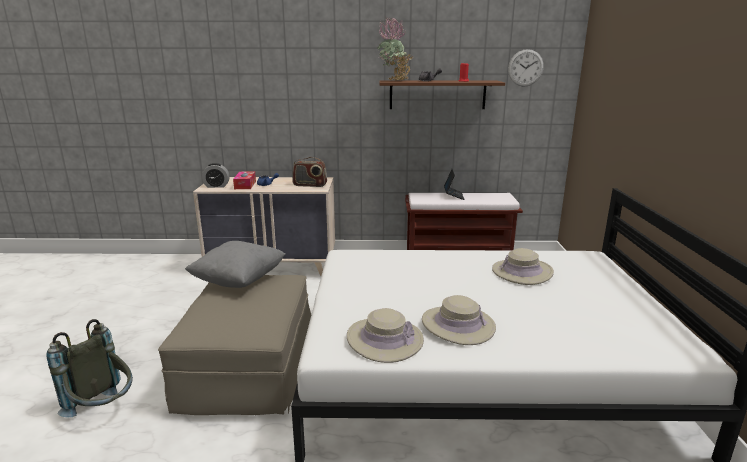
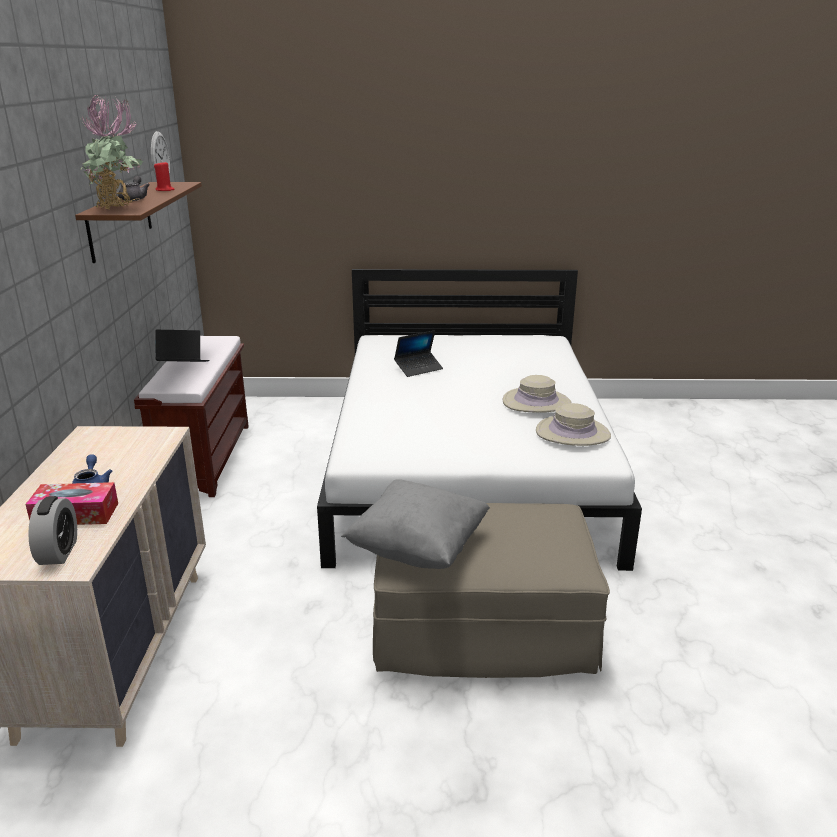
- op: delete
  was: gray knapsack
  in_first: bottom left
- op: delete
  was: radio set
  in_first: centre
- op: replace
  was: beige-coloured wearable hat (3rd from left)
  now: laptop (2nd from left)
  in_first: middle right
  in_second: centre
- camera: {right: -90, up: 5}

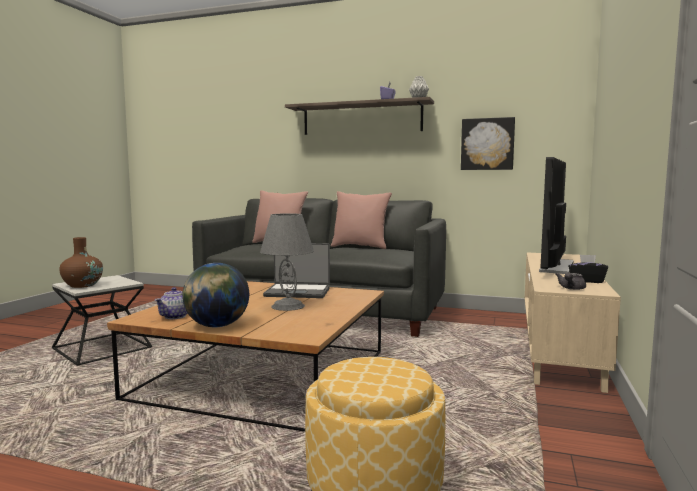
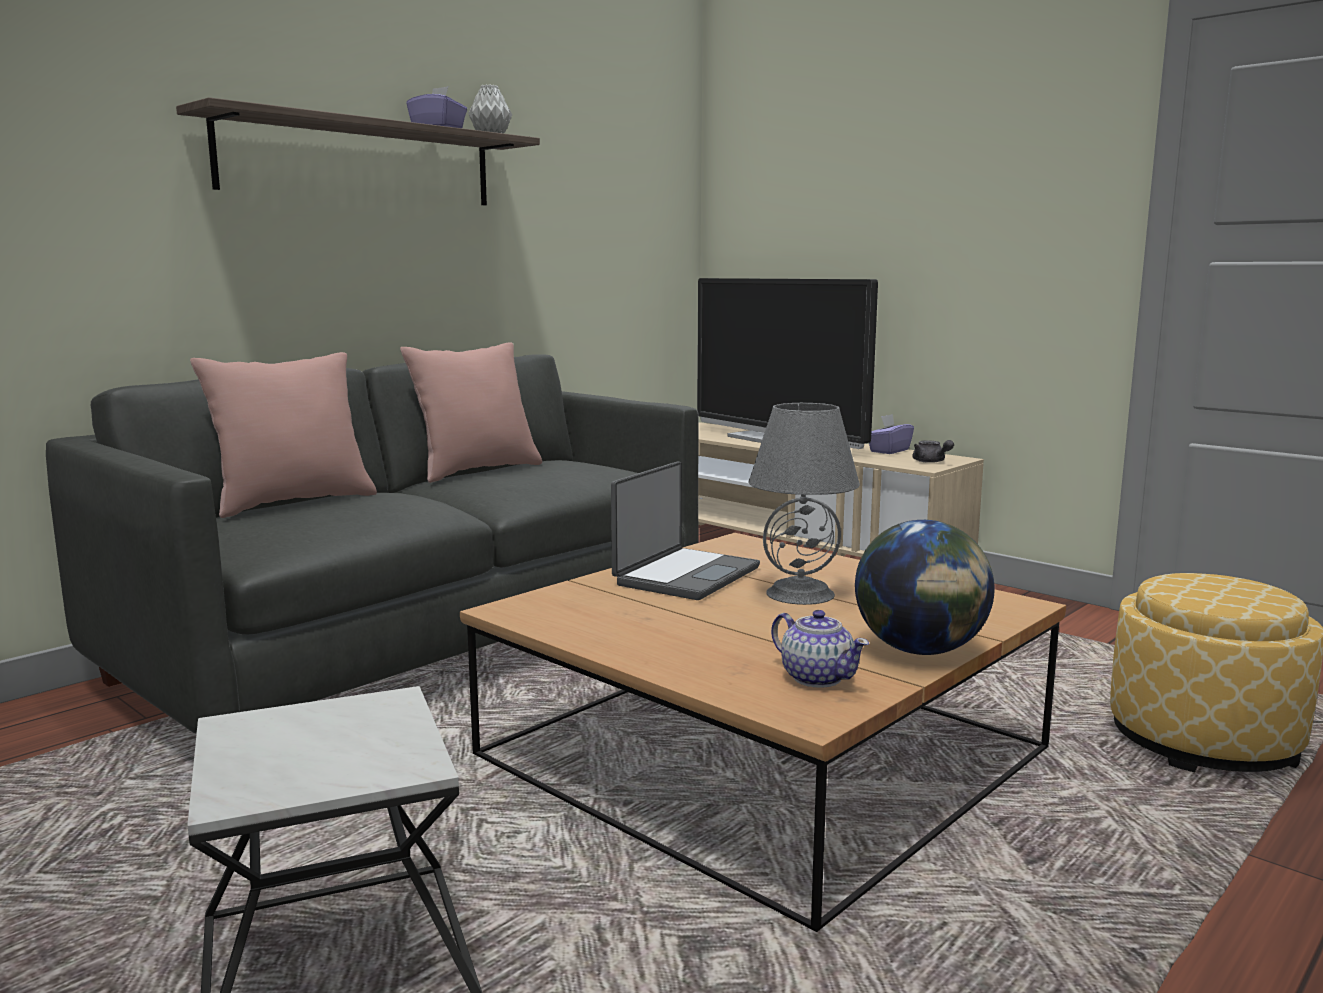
- op: delete
  was: brown-coloured flower vase
  in_first: middle left
- op: delete
  was: wall picture
  in_first: top right
- op: recolor
  was: black-coloured box of tissues
  now: purple-coloured box of tissues (2nd from left)
  in_first: middle right
  in_second: middle right
- camera: {right: -65, up: 5}

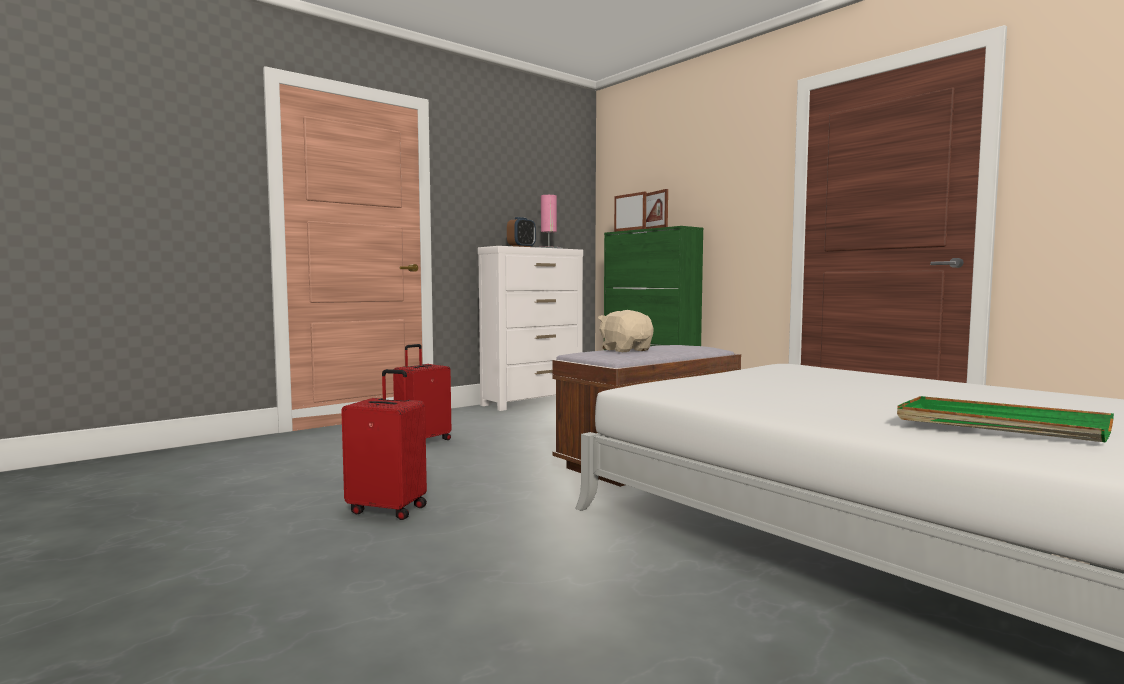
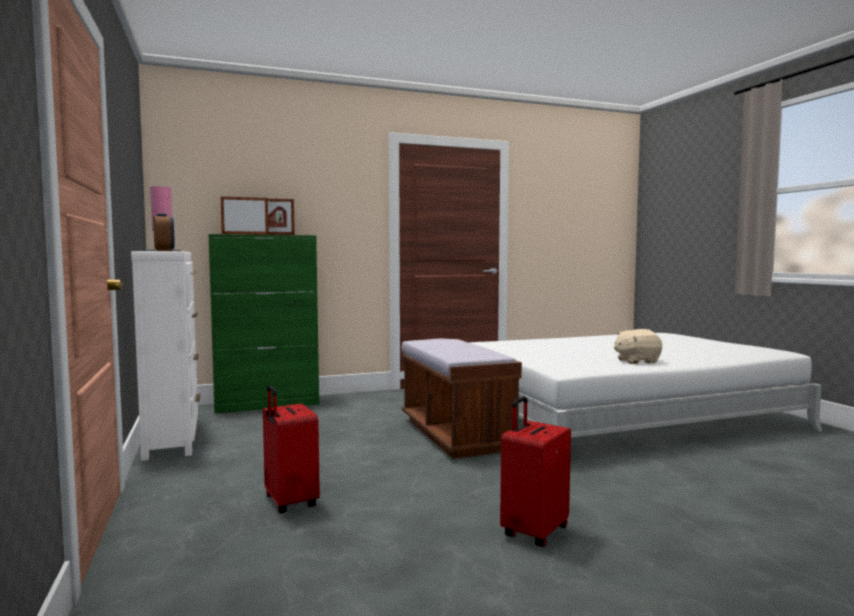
- op: delete
  was: green serving tray
  in_first: middle right
- op: move
  was: beige-coloured plush toy
  in_first: centre
  in_second: middle right
- camera: {right: -70, up: 0}

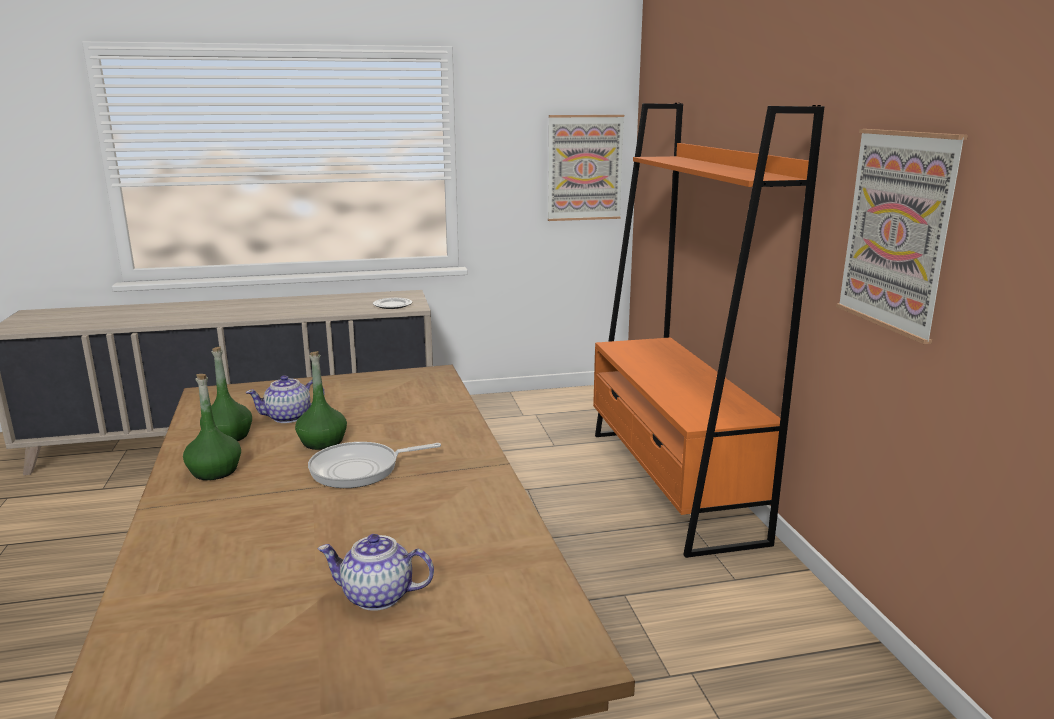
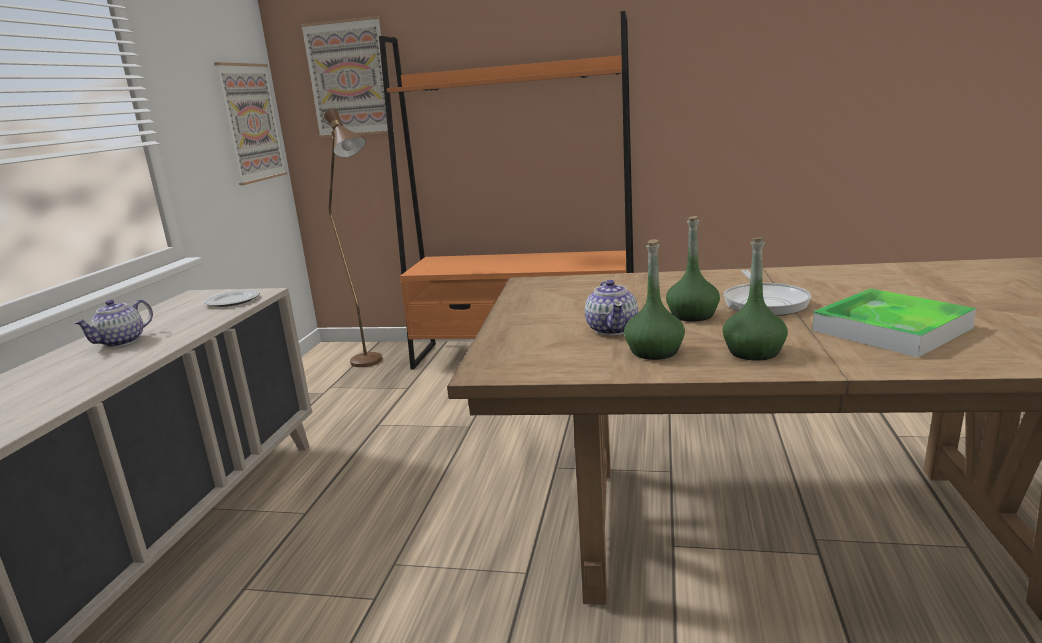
- op: insert
  now: brown-coloured standing lamp
  in_second: centre
- op: insert
  now: serving tray
  in_second: middle right
- op: move
  was: tea pot (2nd from left in the first image)
  now: tea pot (1st from left)
  in_first: bottom centre
  in_second: middle left
- op: move
  was: wall picture (2nd from left)
  in_first: top right
  in_second: top left
- camera: {right: -65, up: 0}

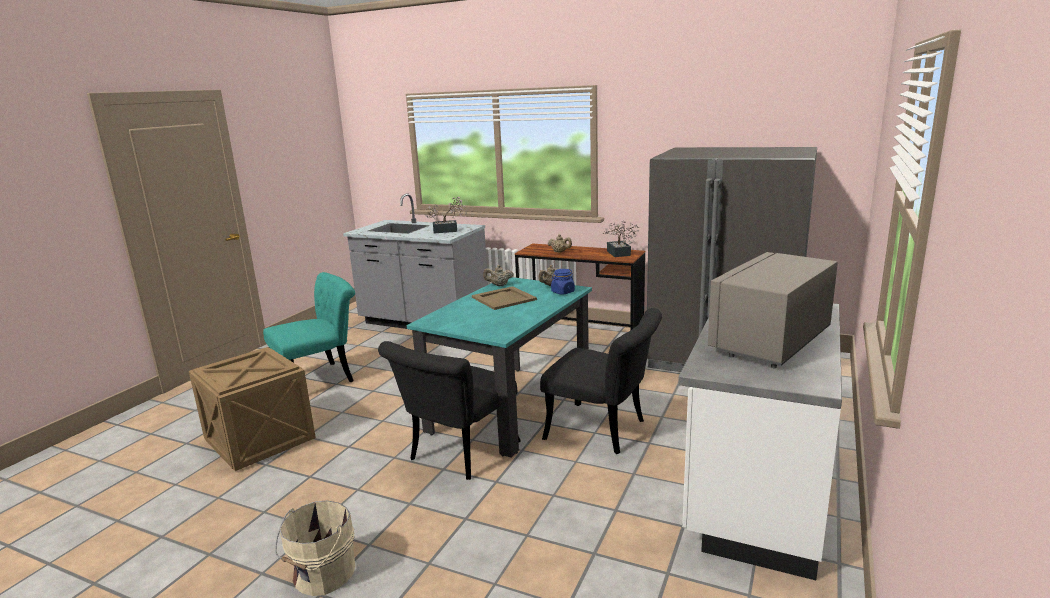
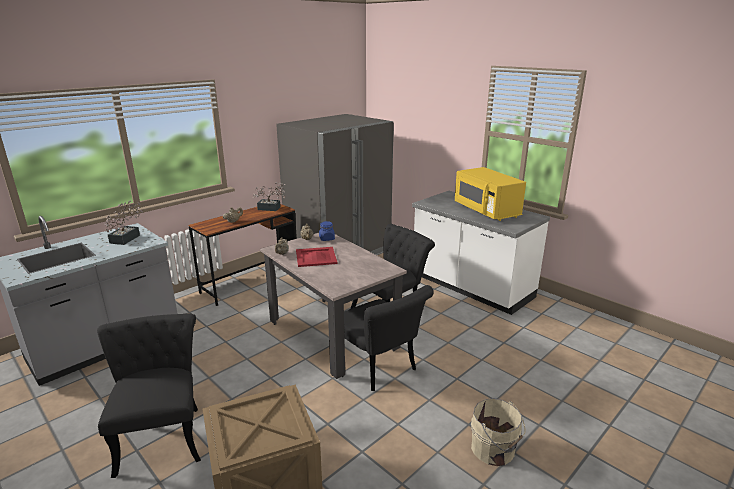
- op: recolor
  was: blue-green chair
  now: black-coloured chair (1st from left)
  in_first: middle left
  in_second: bottom left
- op: recolor
  was: blue-green dining table
  now: beige-coloured dining table
  in_first: centre
  in_second: centre
- op: recolor
  was: beige-coloured serving tray
  now: reddish serving tray
  in_first: centre
  in_second: centre
- op: recolor
  was: gray microwave oven
  now: yellow-coloured microwave oven
  in_first: middle right
  in_second: middle right
- camera: {right: -70, up: 5}

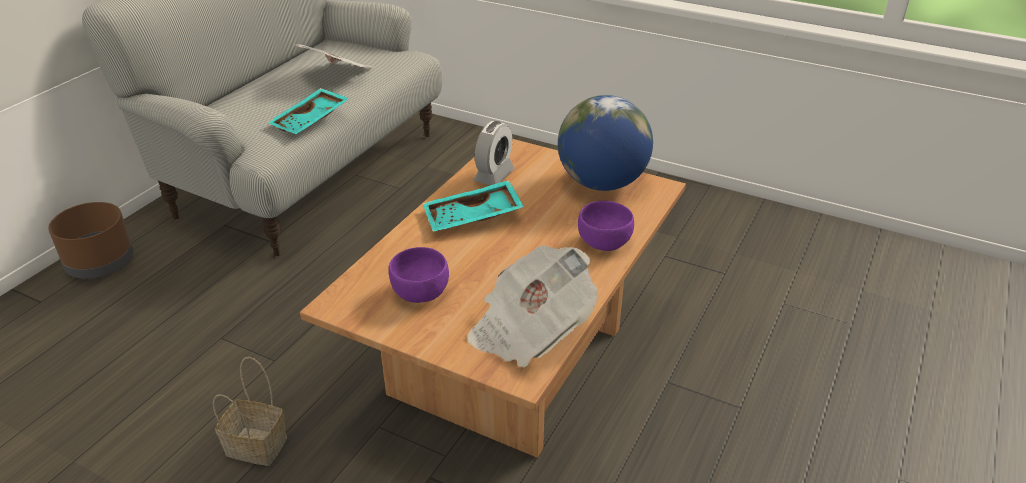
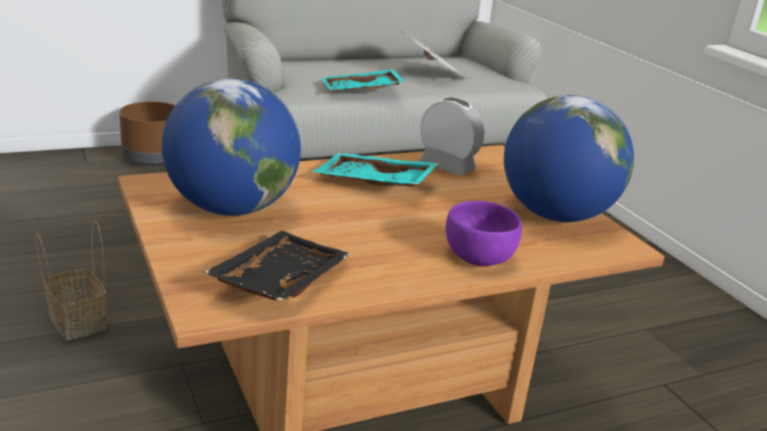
- op: replace
  was: purple-coloured deep dish (1st from left)
  now: globe (1st from left)
  in_first: centre
  in_second: middle left
- op: replace
  was: printed paper (2nd from left)
  now: black-coloured serving tray
  in_first: centre
  in_second: centre
- op: rotate
  was: bedside clock
  in_first: top centre
  in_second: top centre
  clockwise: -120
- camera: {right: 35, up: -10}

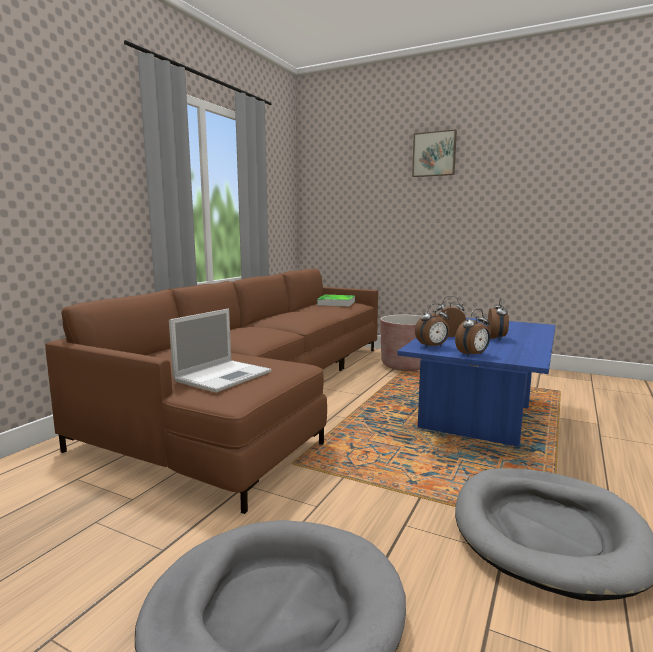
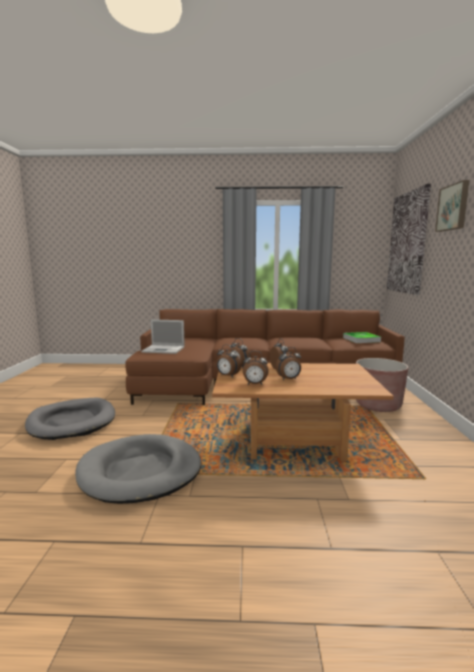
- op: insert
  now: bedside clock (3rd from left)
  in_second: centre
- op: insert
  now: wall picture (1st from left)
  in_second: middle right
- op: recolor
  was: bluish lounge table
  now: brown-coloured lounge table
  in_first: middle right
  in_second: centre
- camera: {right: 65, up: 0}

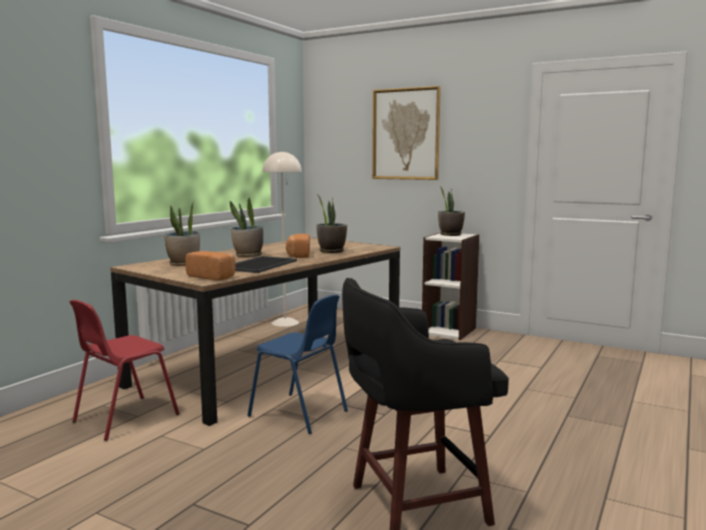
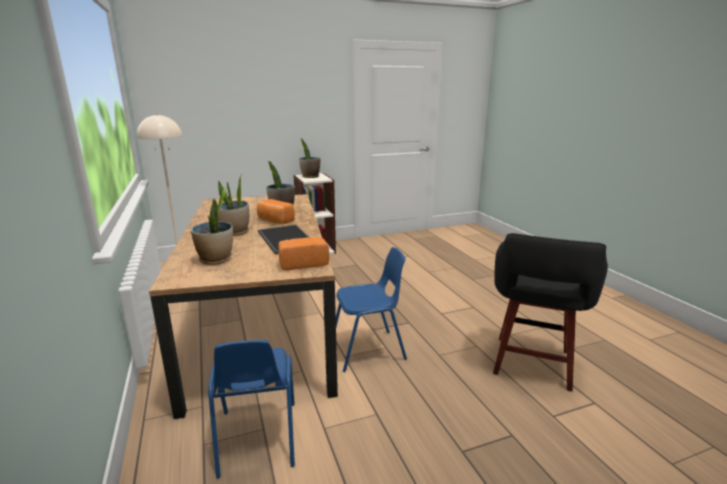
- op: delete
  was: wall picture
  in_first: top centre
- op: recolor
  was: reddish chair
  now: bluish chair (1st from left)
  in_first: bottom left
  in_second: bottom centre
- camera: {right: -50, up: 10}

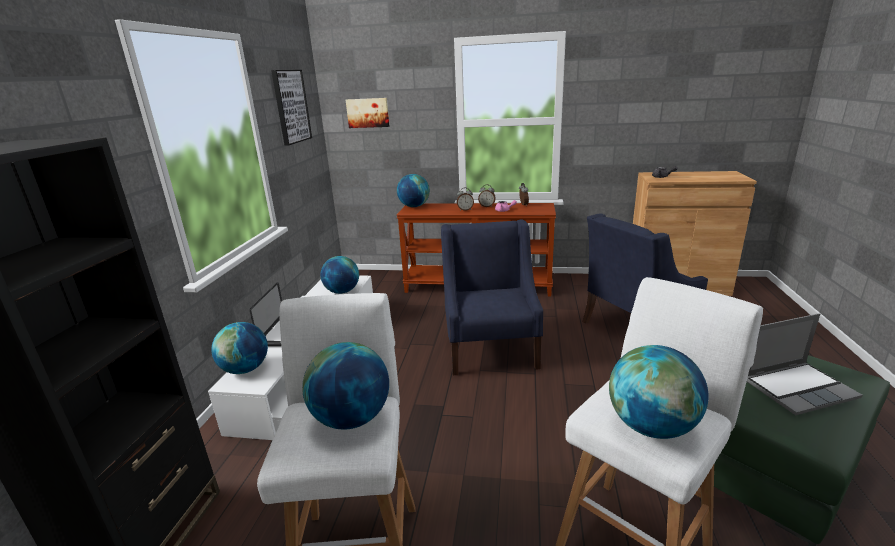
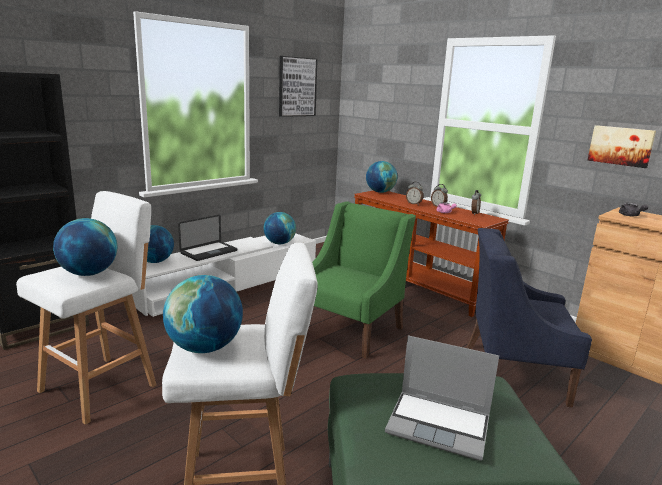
- op: move
  was: wall picture (2nd from left)
  in_first: top centre
  in_second: top right
- op: recolor
  was: bluish lounge chair (1st from left)
  now: green lounge chair
  in_first: centre
  in_second: centre
- camera: {right: 35, up: -5}

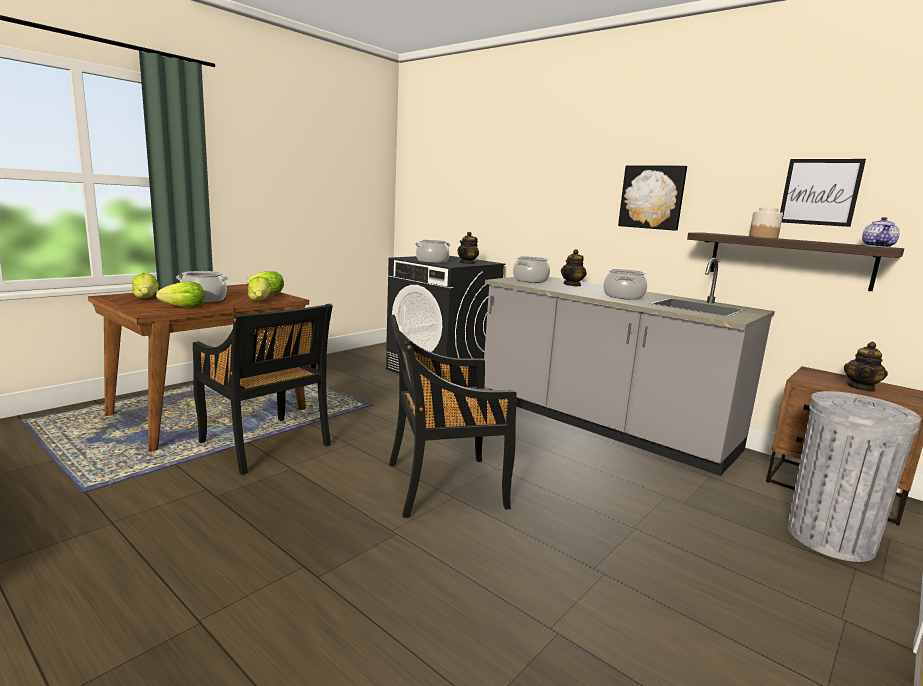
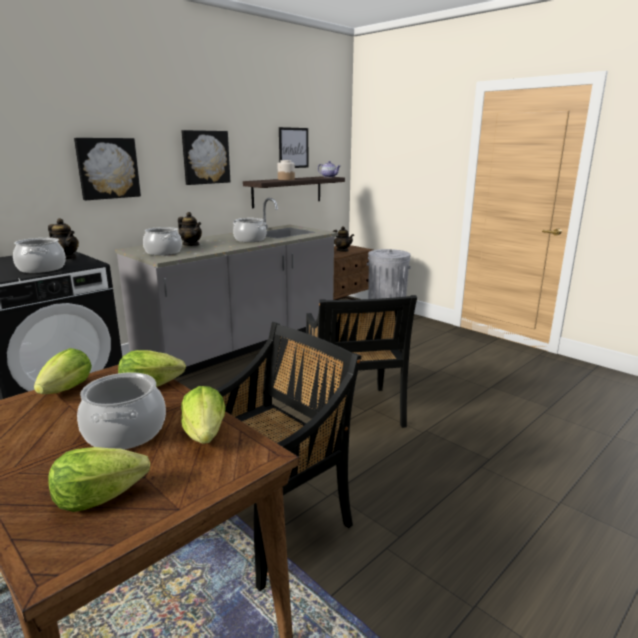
- op: insert
  now: wall picture (1st from left)
  in_second: top left
- camera: {right: -85, up: 5}

